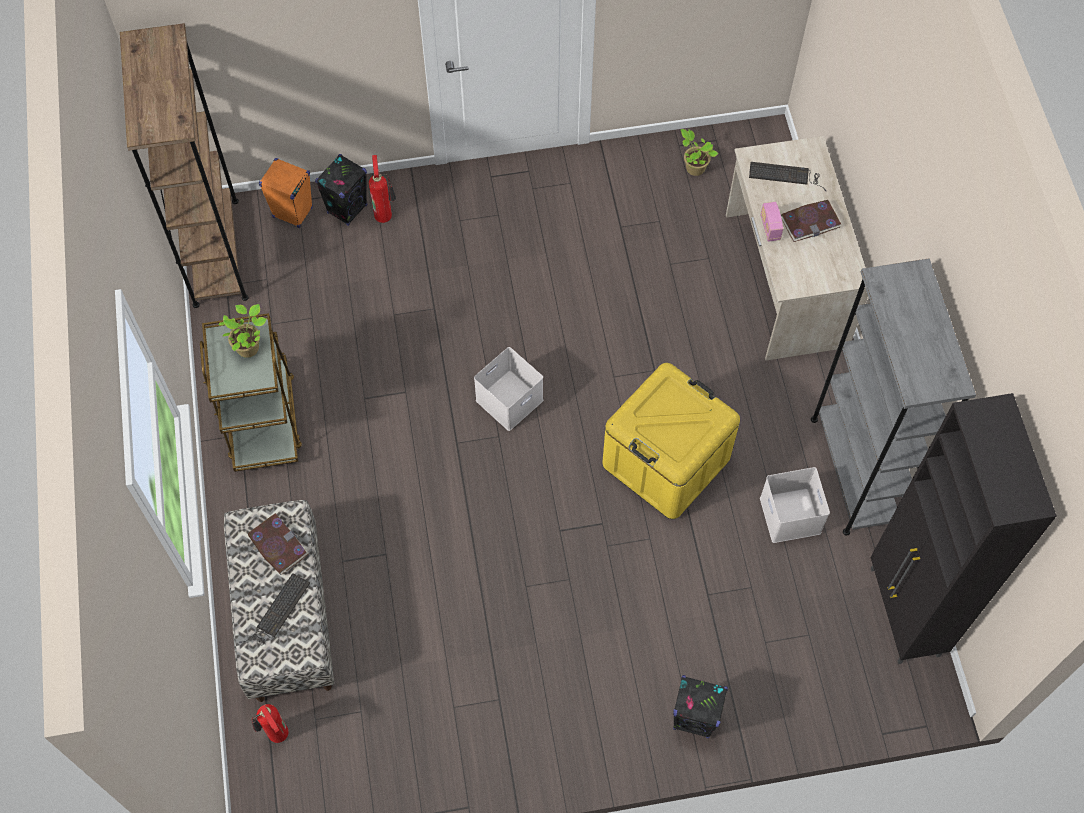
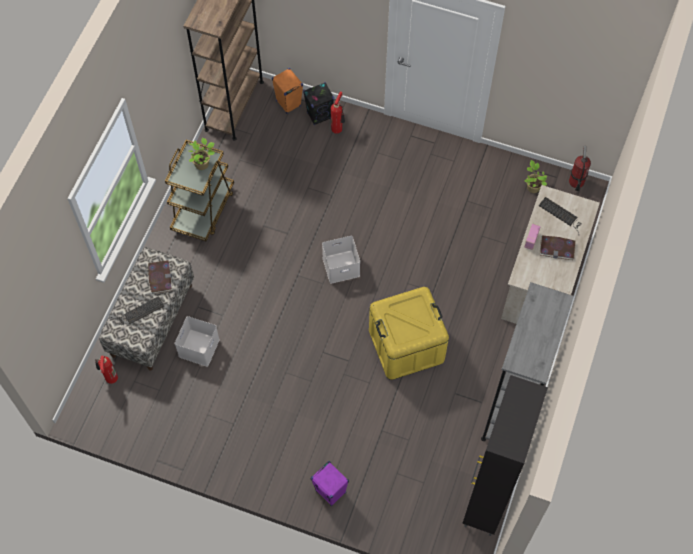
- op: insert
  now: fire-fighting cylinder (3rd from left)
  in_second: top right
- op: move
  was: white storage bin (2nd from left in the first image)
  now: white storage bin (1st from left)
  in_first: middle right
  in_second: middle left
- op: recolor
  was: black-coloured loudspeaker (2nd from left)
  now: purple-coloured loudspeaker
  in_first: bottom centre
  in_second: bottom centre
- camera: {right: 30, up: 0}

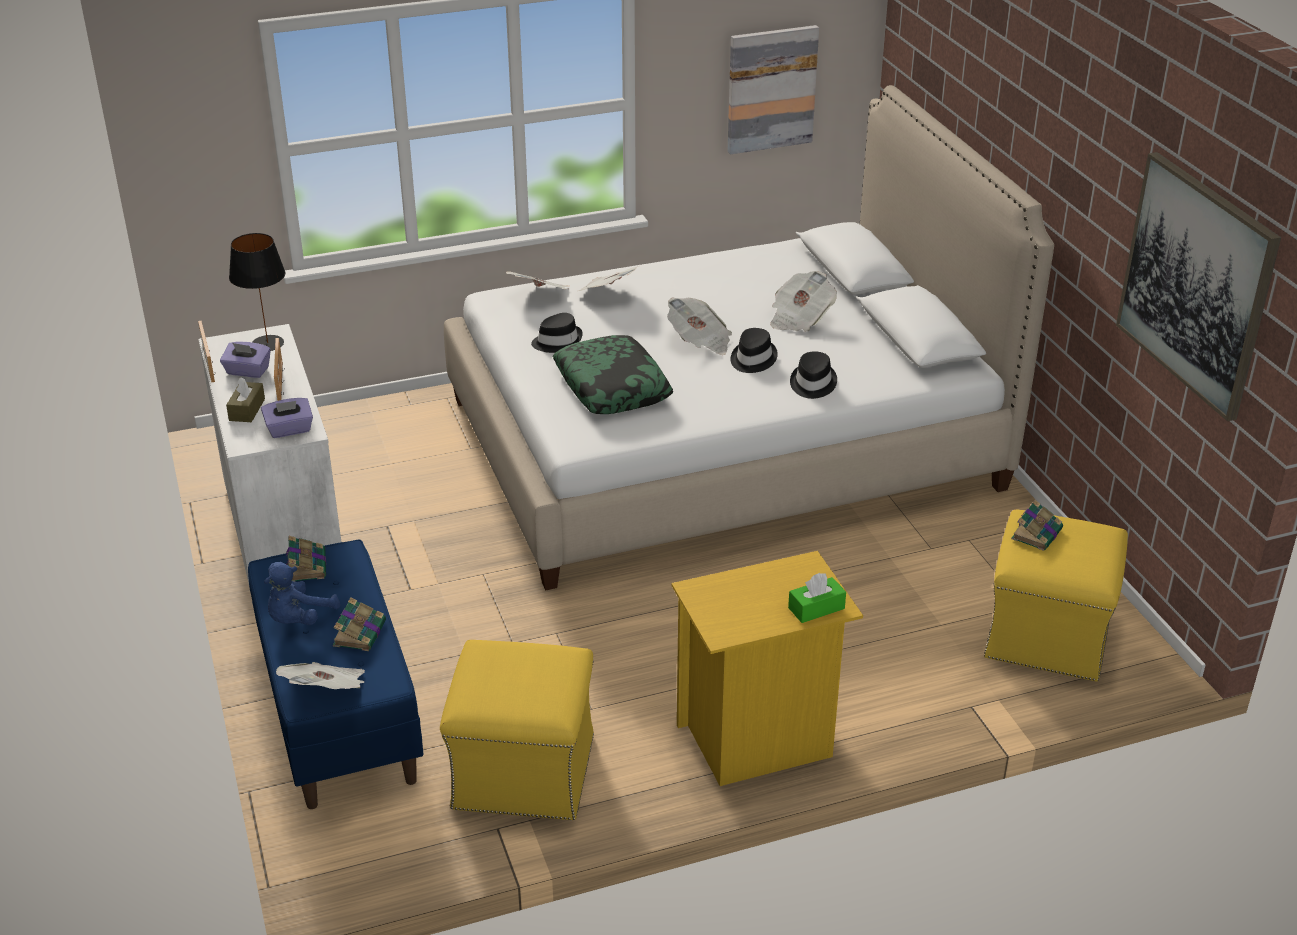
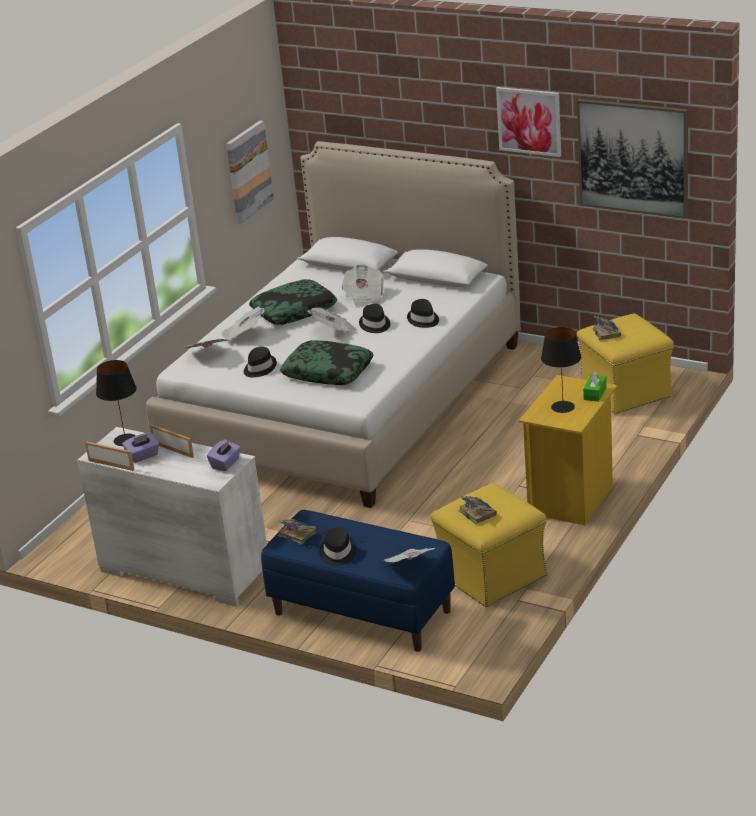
- op: delete
  was: brown-coloured box of tissues
  in_first: middle left
- op: insert
  now: throw pillow (1st from left)
  in_second: centre
- op: insert
  now: wall picture (2nd from left)
  in_second: top right
- op: insert
  now: black-coloured lamp for a table (2nd from left)
  in_second: middle right
- op: move
  was: bound book (2nd from left)
  in_first: bottom left
  in_second: centre
- op: replace
  was: bluish plush toy
  now: black-coloured wearable hat (2nd from left)
  in_first: middle left
  in_second: bottom centre
- camera: {right: -40, up: -5}

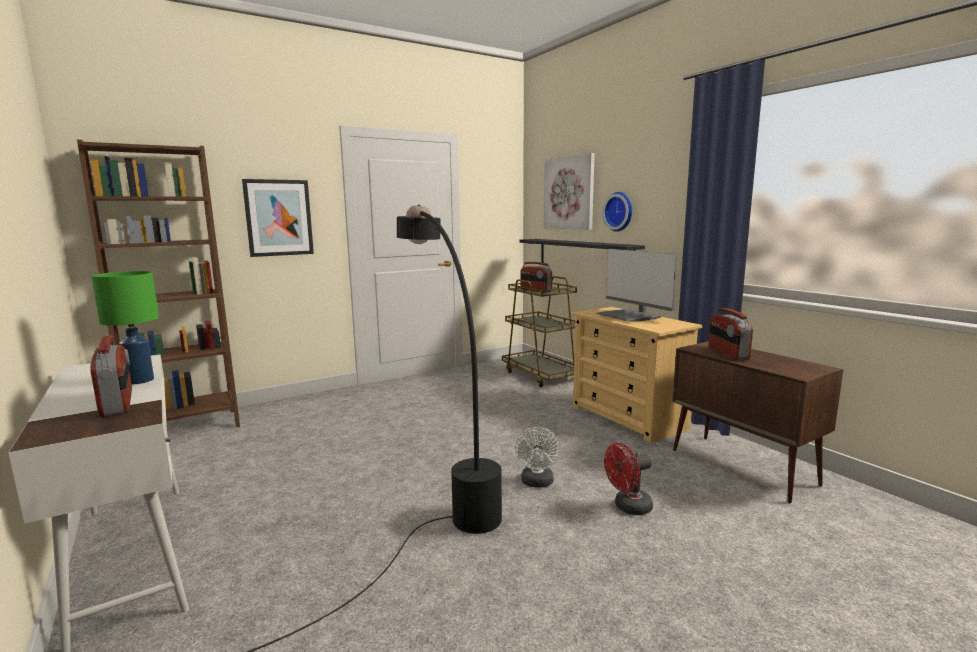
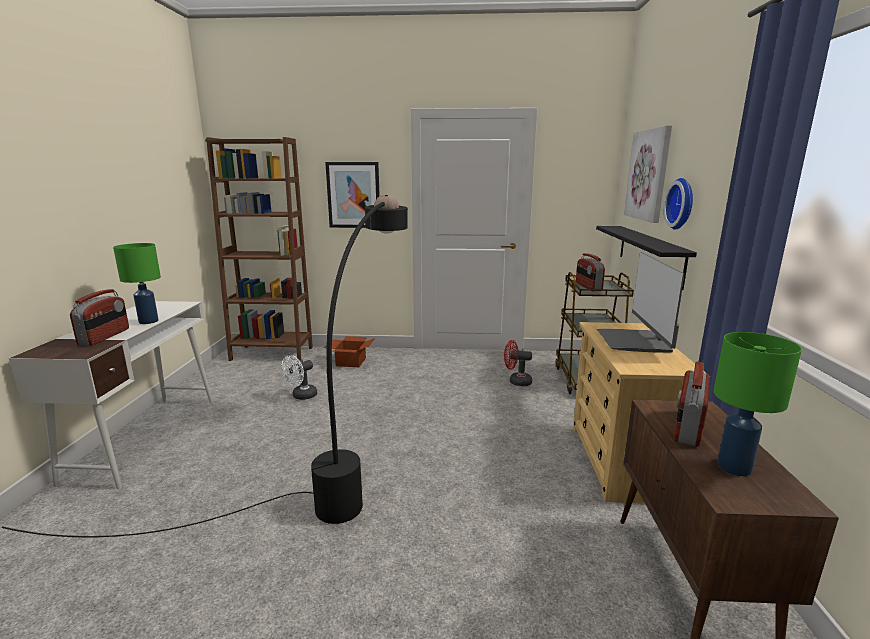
- op: insert
  now: cardboard box
  in_second: centre
- op: insert
  now: green lamp for a table (2nd from left)
  in_second: middle right
- op: move
  was: white cooling fan
  in_first: bottom centre
  in_second: centre
- op: move
  was: reddish cooling fan
  in_first: bottom centre
  in_second: centre
- camera: {right: 35, up: 5}

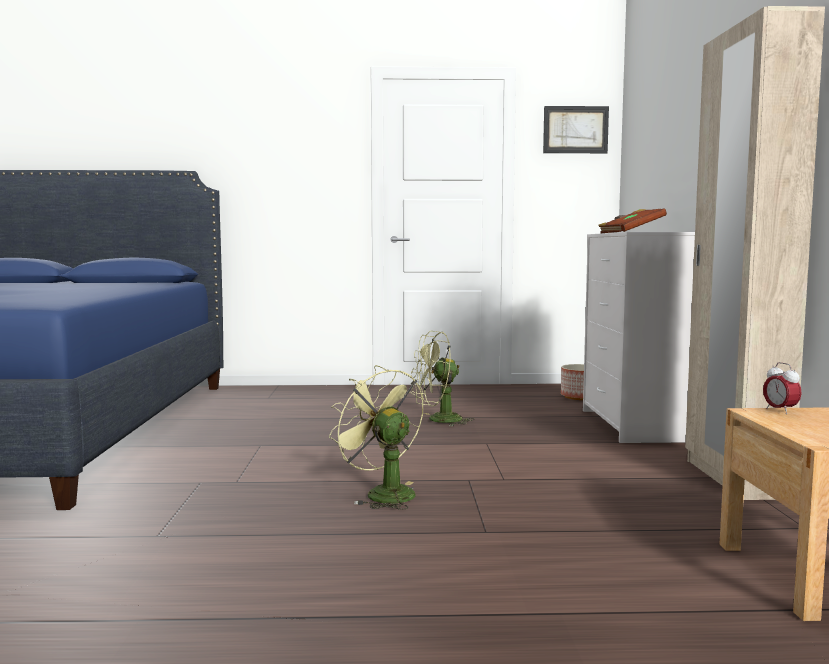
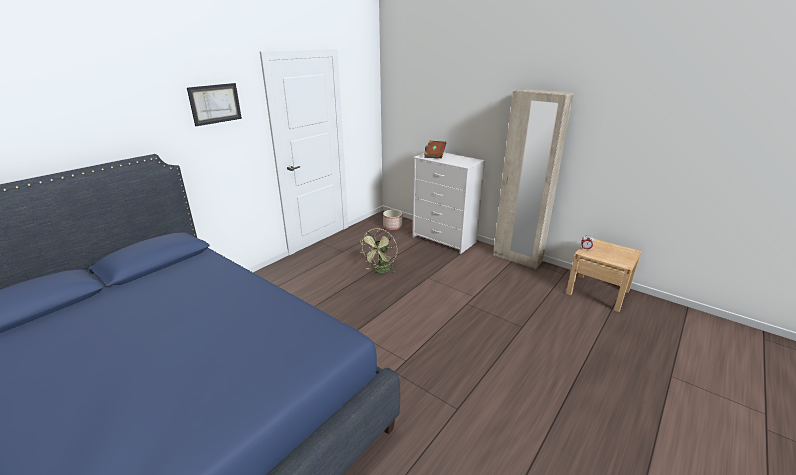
- op: delete
  was: green cooling fan (1st from left)
  in_first: centre
- op: move
  was: wall picture
  in_first: top right
  in_second: top left
- camera: {right: -50, up: 20}

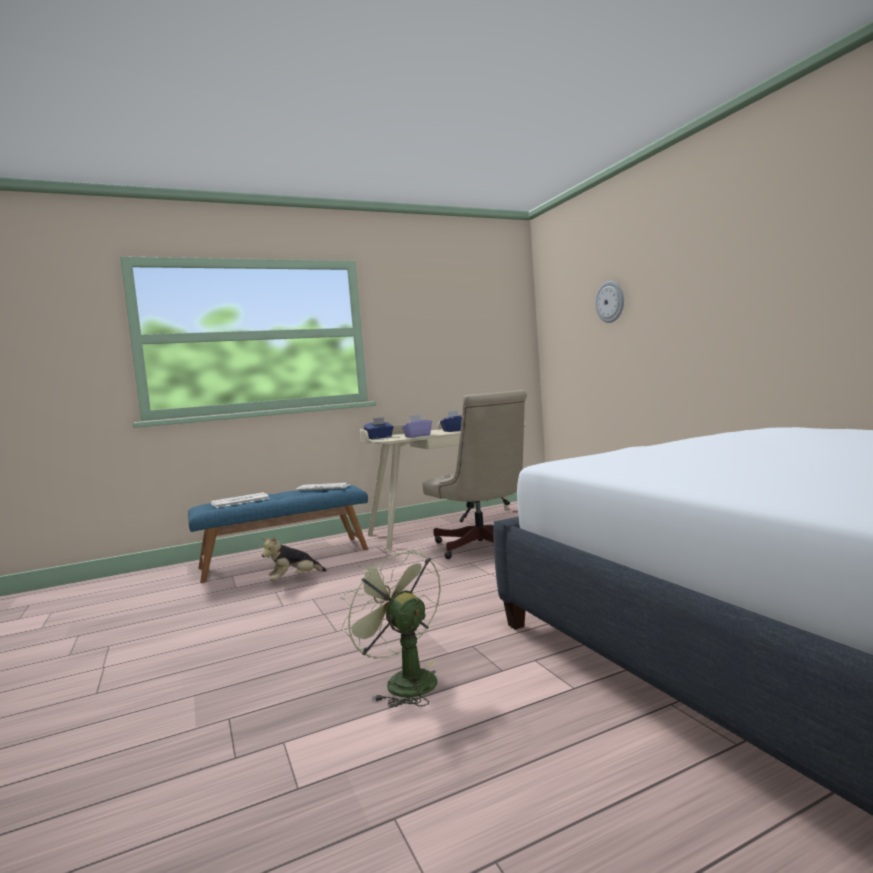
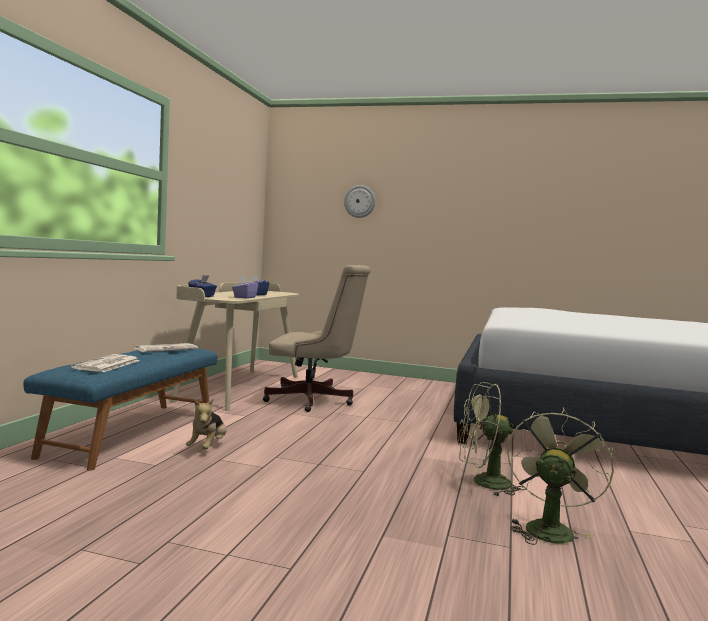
- op: insert
  now: green cooling fan (2nd from left)
  in_second: bottom right
- camera: {right: -50, up: 0}

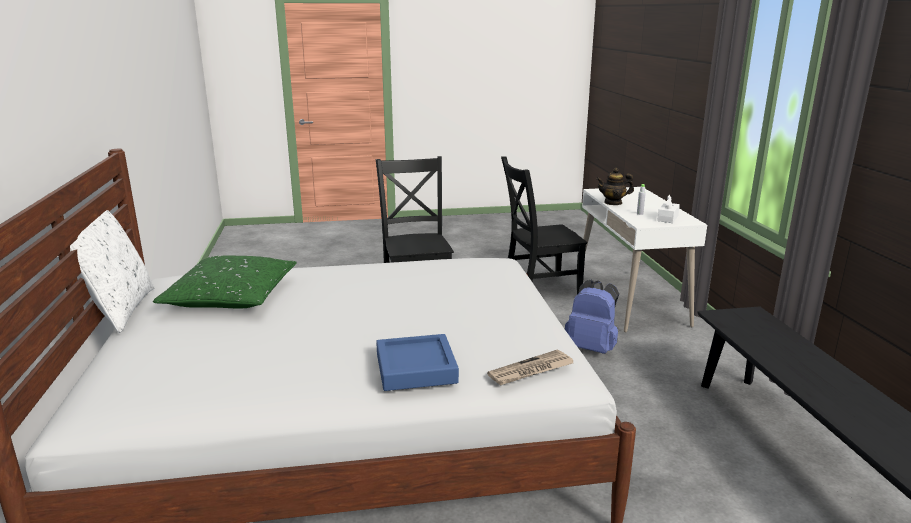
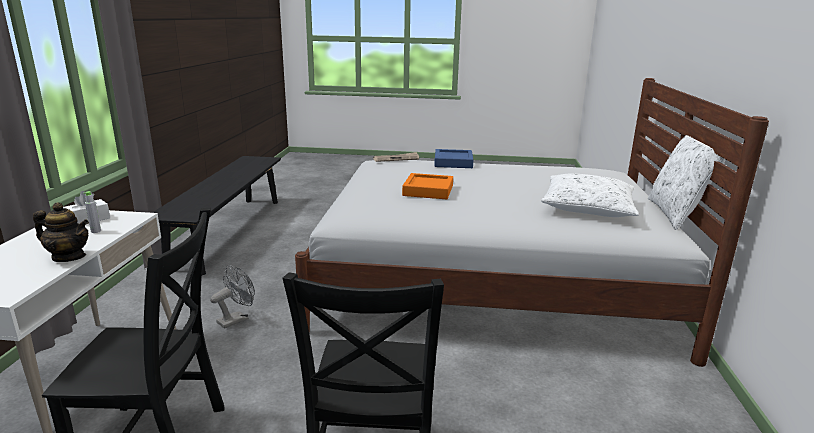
- op: insert
  now: orange-coloured serving tray
  in_second: centre
- op: replace
  was: bluish knapsack
  now: gray cooling fan
  in_first: centre
  in_second: bottom left
- op: recolor
  was: green throw pillow
  now: white throw pillow (1st from left)
  in_first: middle left
  in_second: middle right
- camera: {right: -165, up: 0}

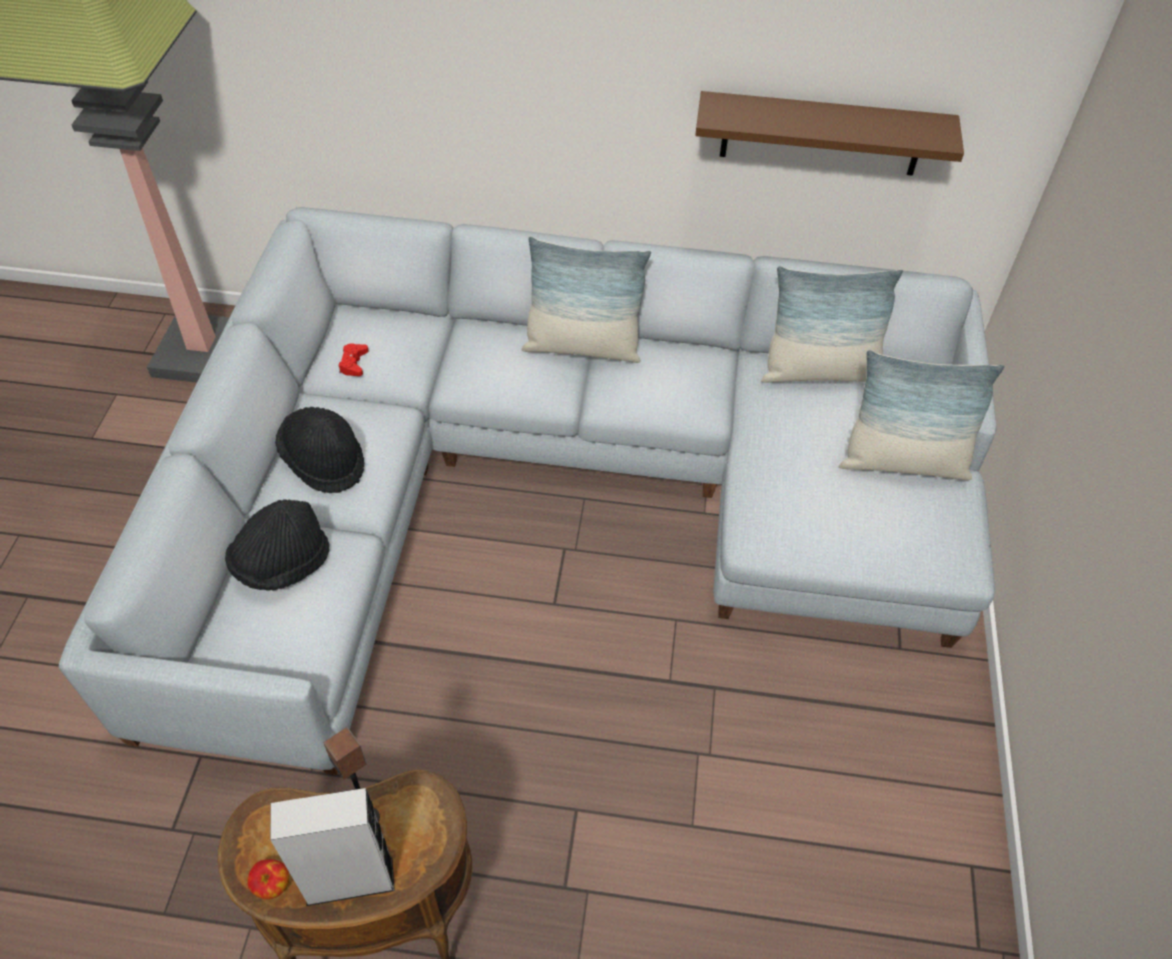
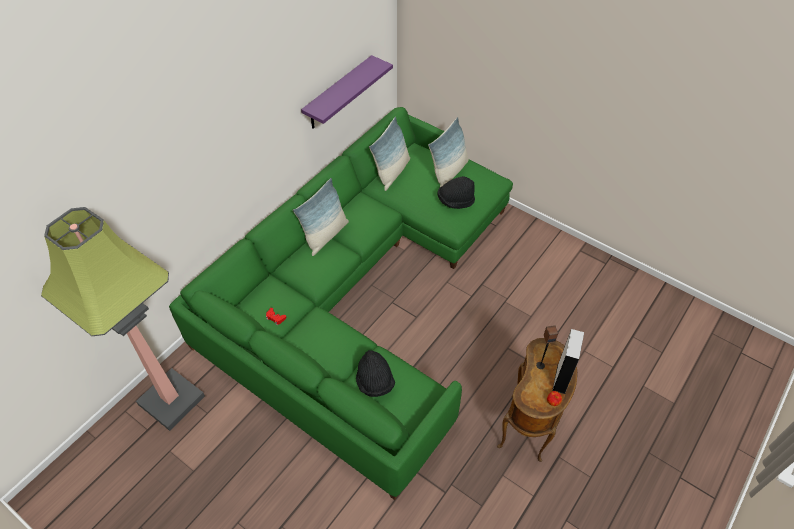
- op: move
  was: black-coloured wearable hat (2nd from left)
  in_first: middle left
  in_second: centre
- op: recolor
  was: gray couch
  now: green couch
  in_first: centre
  in_second: centre
- op: recolor
  was: brown-coloured bracket shelf
  now: purple-coloured bracket shelf
  in_first: top right
  in_second: top centre
- camera: {right: -60, up: 0}

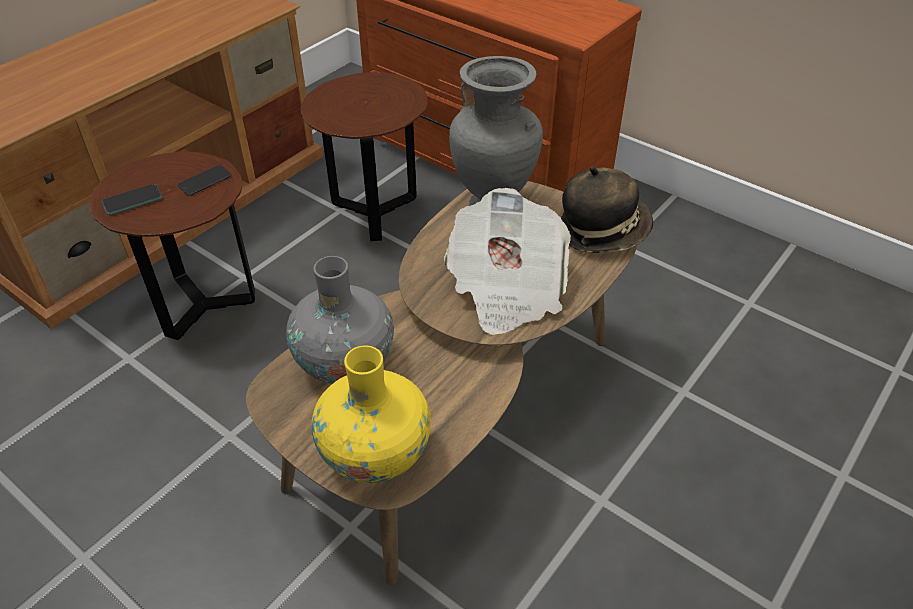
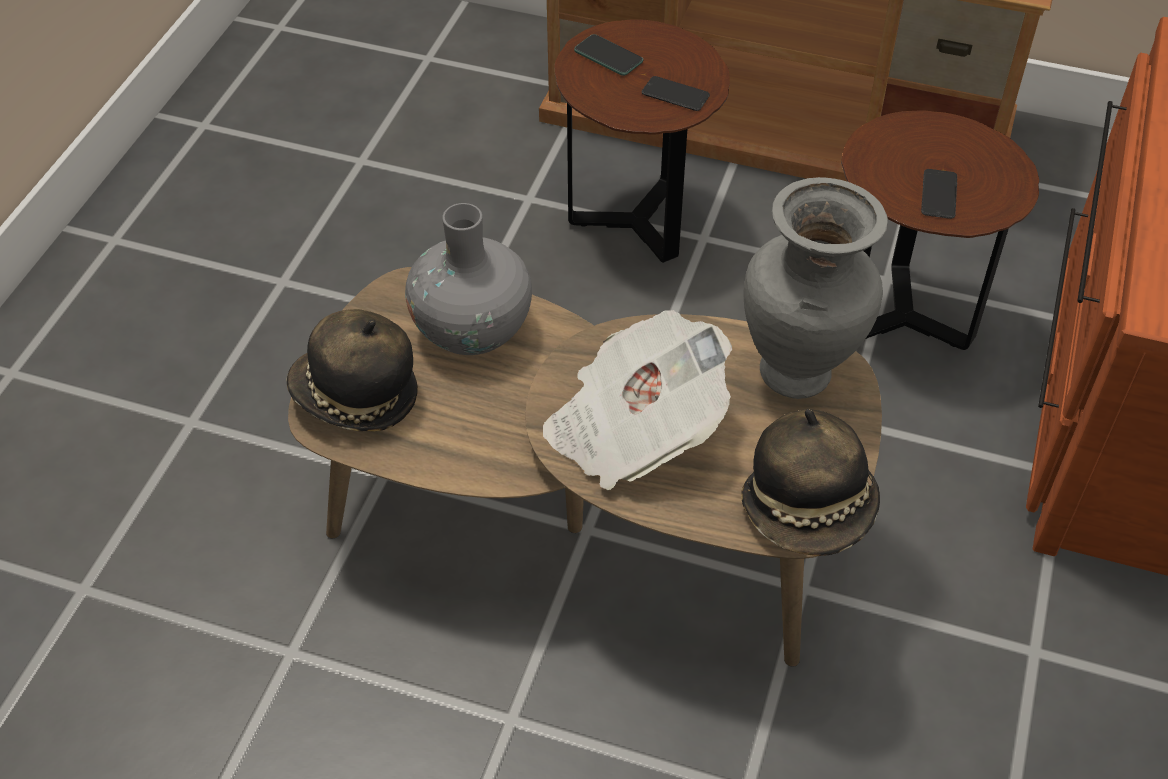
- op: insert
  now: handset (3rd from left)
  in_second: top right
- op: replace
  was: yellow-coloured flower vase
  now: wearable hat (1st from left)
  in_first: bottom centre
  in_second: middle left
- camera: {right: 70, up: 5}

